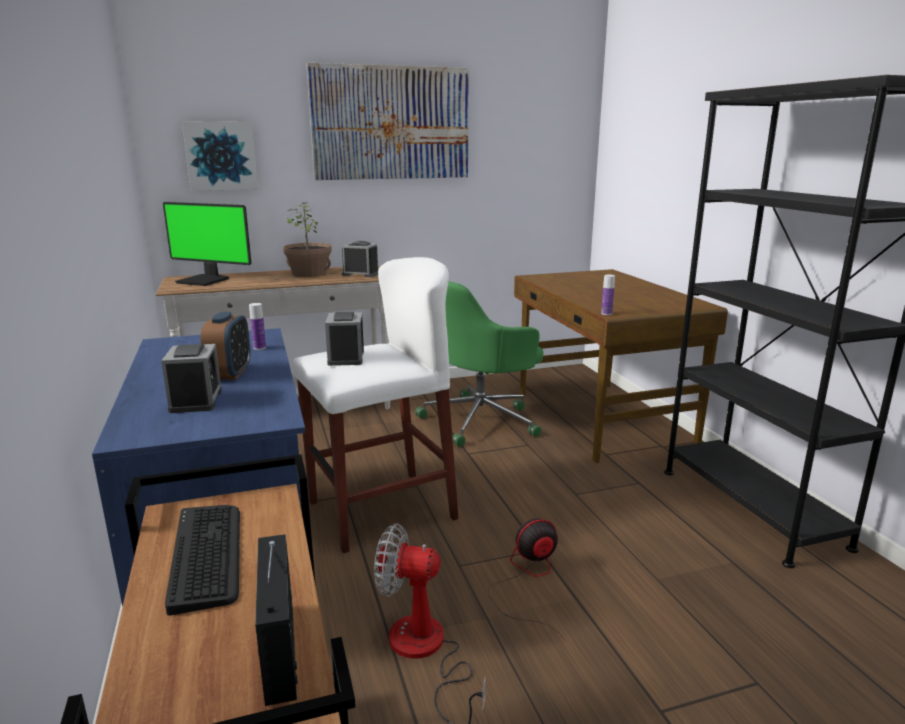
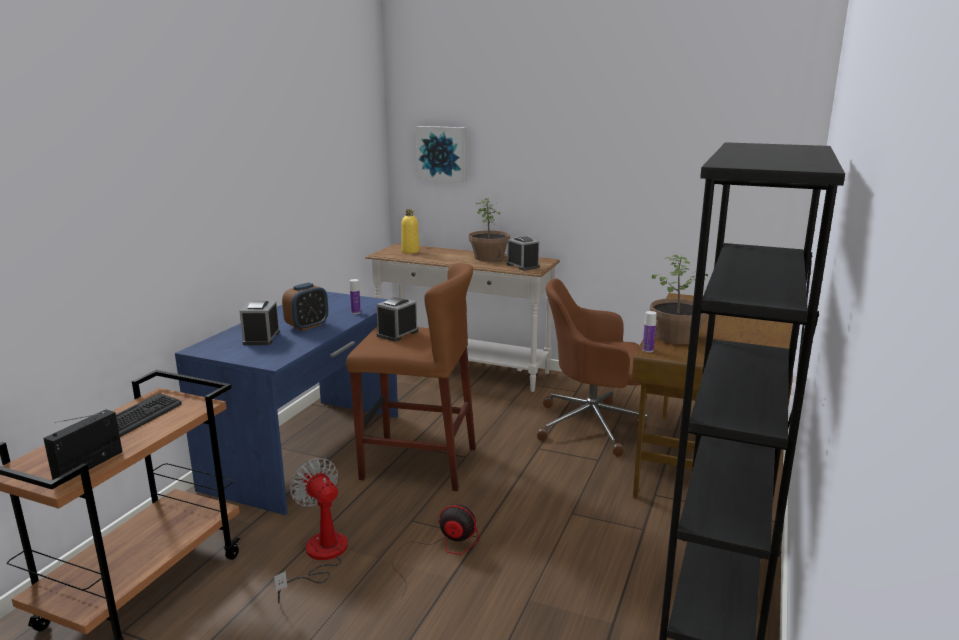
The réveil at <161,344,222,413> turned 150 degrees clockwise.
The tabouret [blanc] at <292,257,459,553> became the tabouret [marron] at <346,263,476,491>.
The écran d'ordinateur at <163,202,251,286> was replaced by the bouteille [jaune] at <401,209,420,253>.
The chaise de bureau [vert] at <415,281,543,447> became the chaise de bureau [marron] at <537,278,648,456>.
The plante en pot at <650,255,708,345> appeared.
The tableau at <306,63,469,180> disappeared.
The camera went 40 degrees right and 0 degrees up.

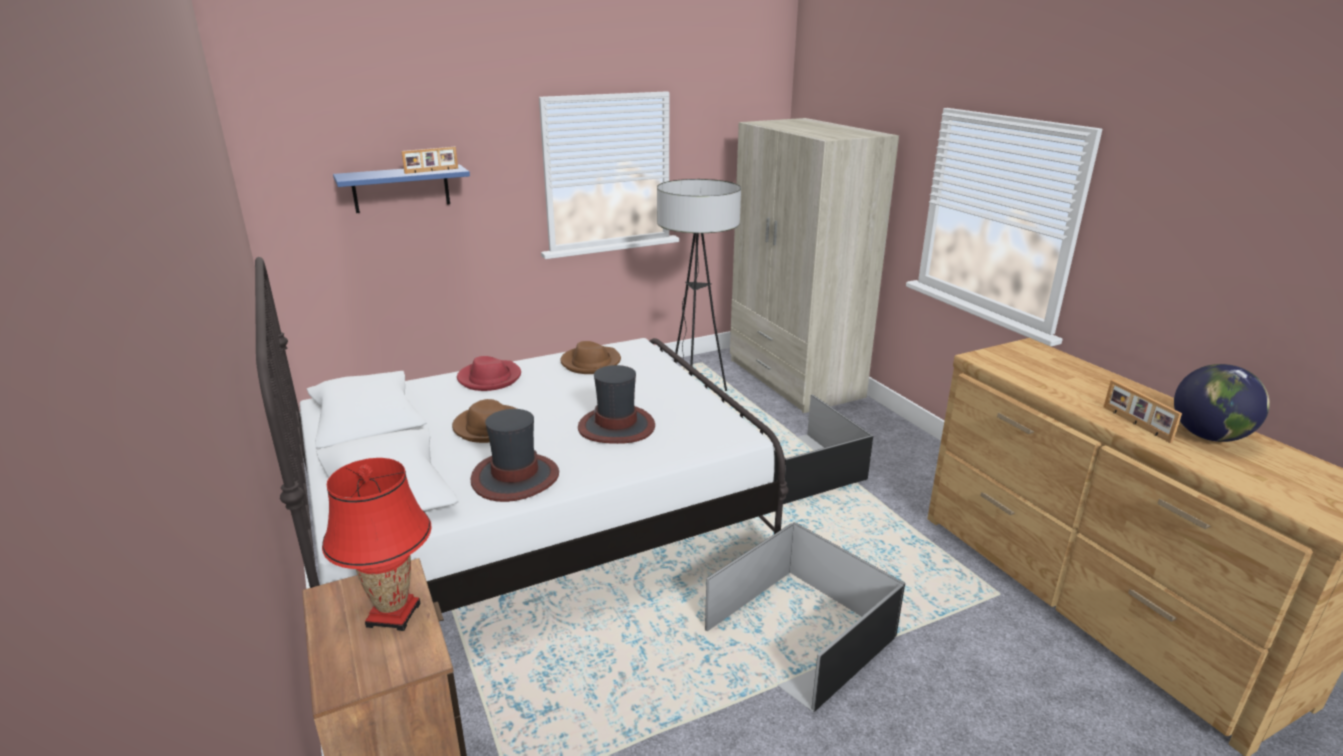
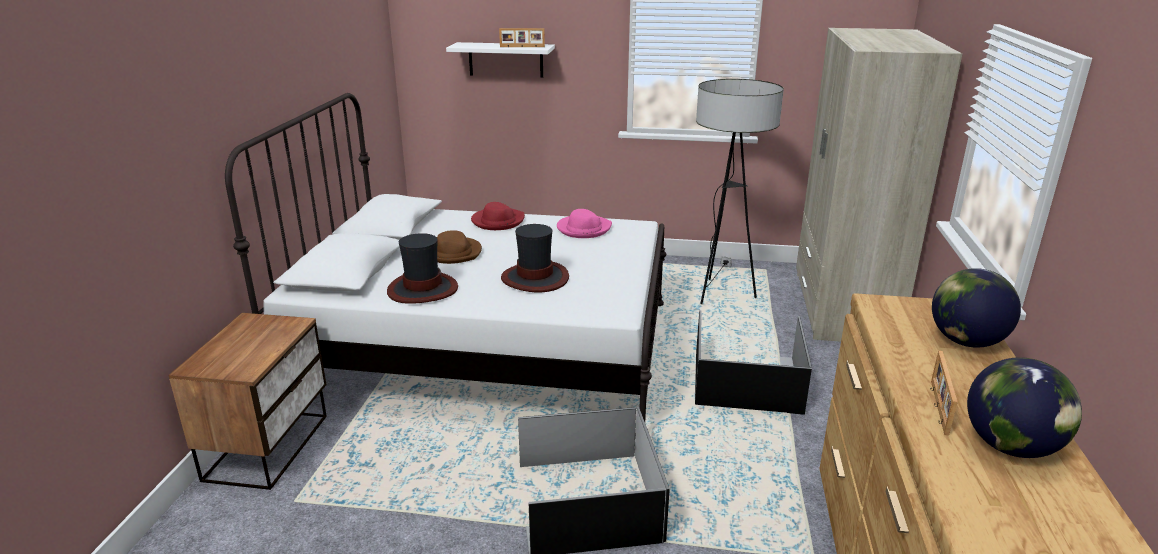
The étagère [bleu] at <333,164,470,213> became the étagère [blanc] at <446,42,555,78>.
The chapeau [marron] at <560,341,621,374> became the chapeau [rose] at <557,209,612,238>.
The globe at <932,268,1021,348> appeared.
The lampe de table [rouge] at <322,458,431,631> disappeared.
The camera went 35 degrees right and 0 degrees up.

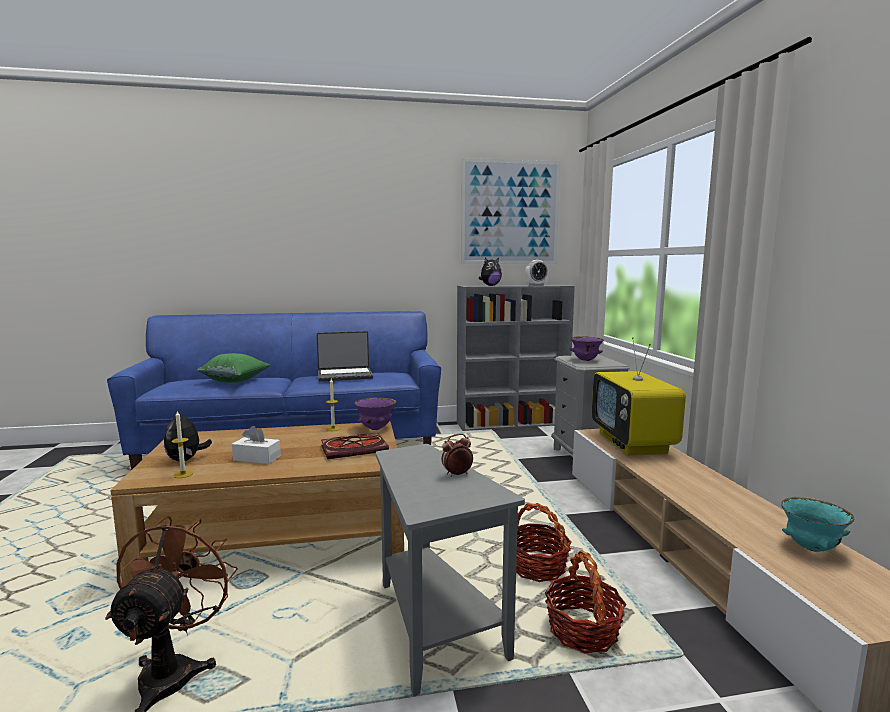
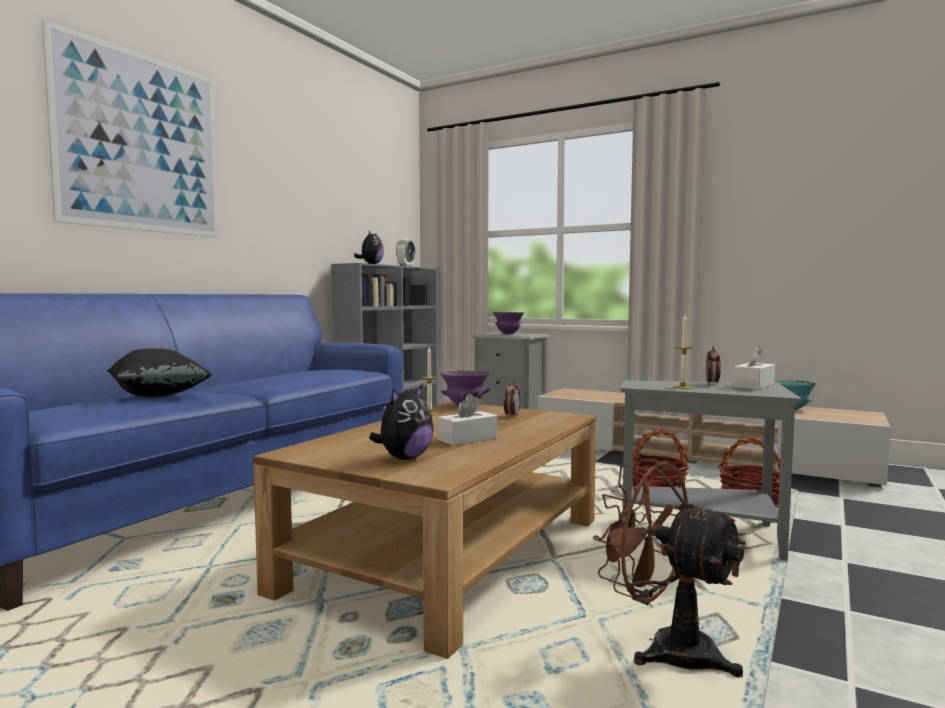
The tableau moved from <461,158,560,264> to <42,19,219,237>.
The coussin [vert] at <197,353,270,383> became the coussin [noir] at <107,348,213,397>.
The peluche at <164,410,212,462> turned 75 degrees counterclockwise.
The livre at <321,433,389,459> was replaced by the réveil at <504,380,521,418>.
The bougie moved from <171,411,193,478> to <673,315,693,389>.
The boîte à mouchoirs [blanc] at <733,345,775,390> appeared.
The ordinateur portable at <316,331,373,382> disappeared.
The téléviseur at <592,337,686,456> disappeared.
The camera went 50 degrees left and 5 degrees down.

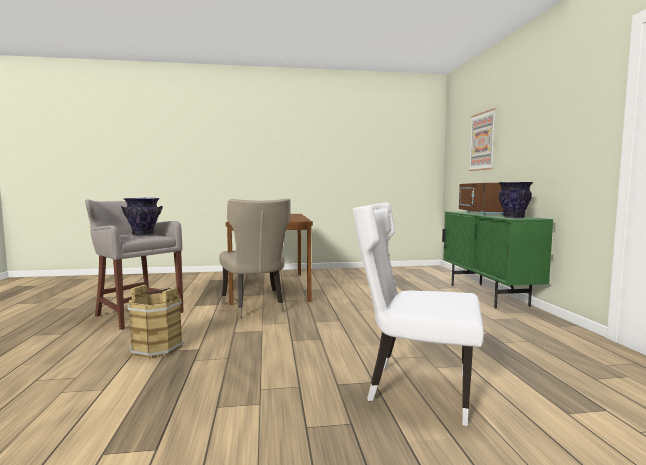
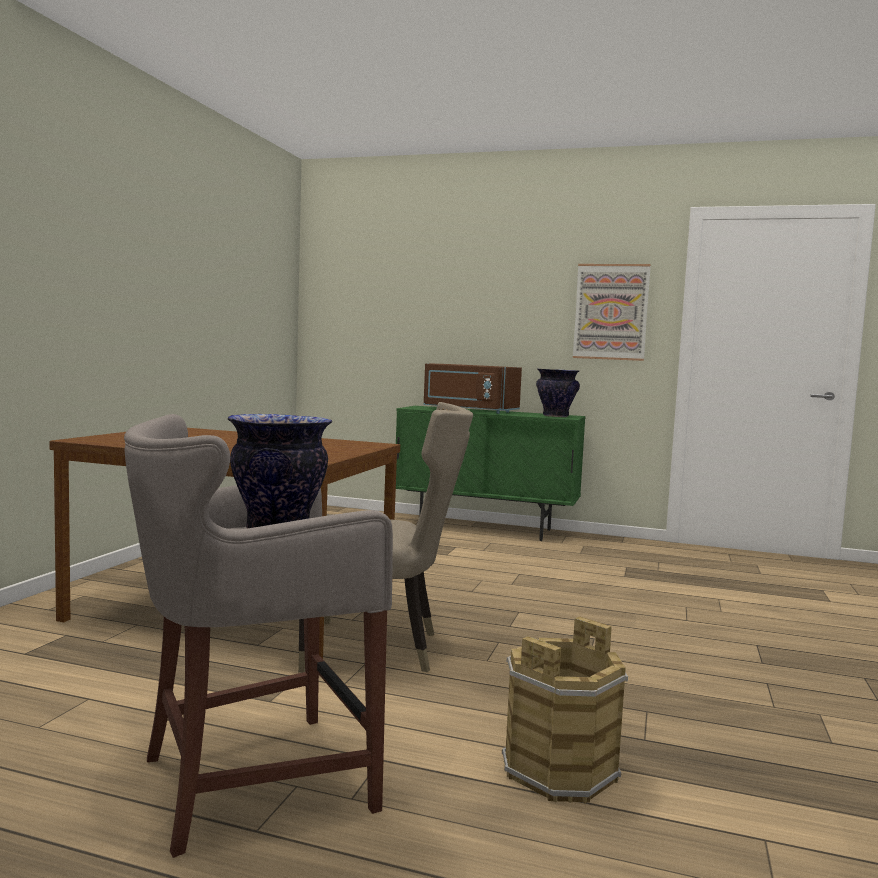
The tableau moved from <469,108,496,171> to <573,264,651,361>.
The chaise [blanc] at <353,203,484,426> disappeared.
The camera went 65 degrees left and 0 degrees up.

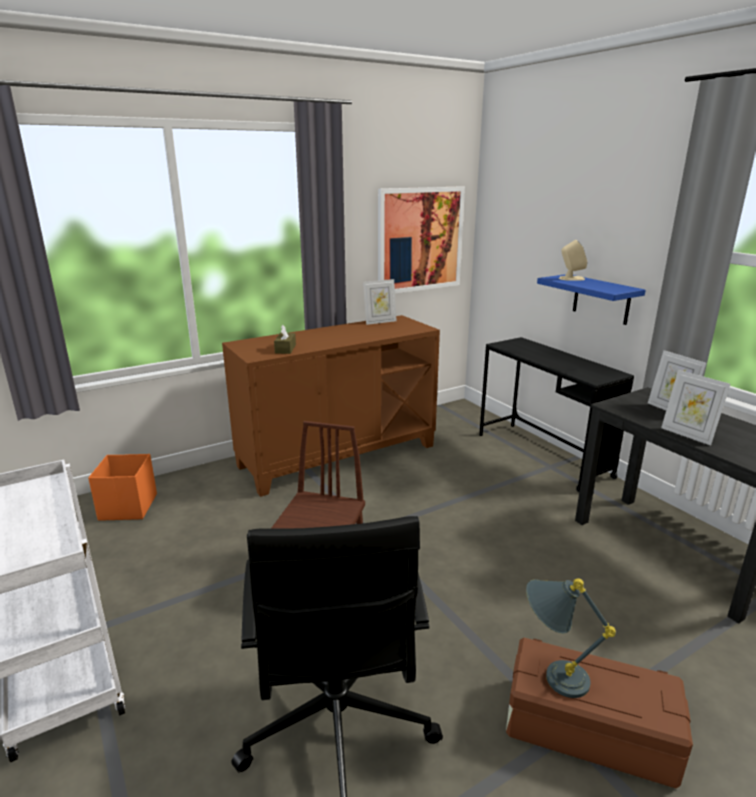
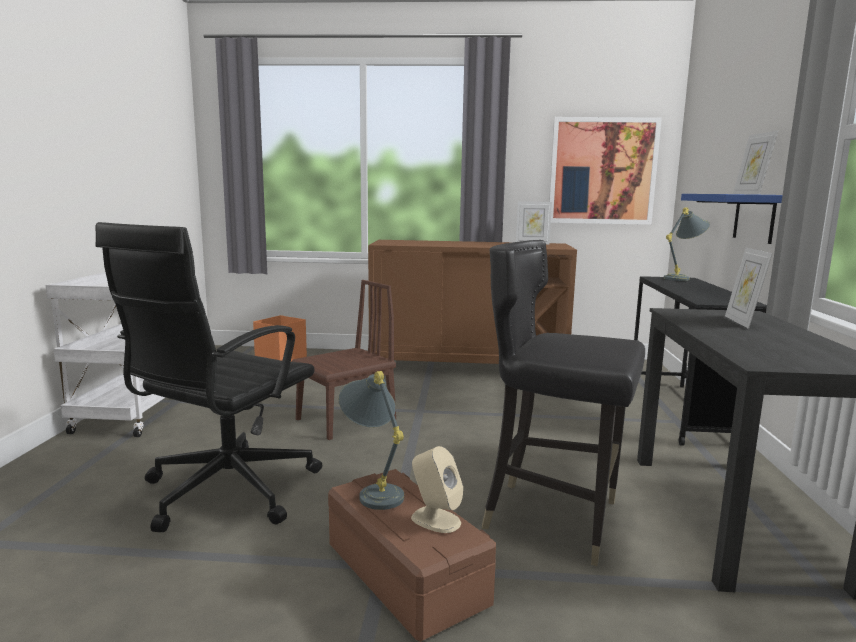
The enceinte [beige] moved from <559,240,587,281> to <411,446,463,533>.
The chaise [noir] at <482,240,645,566> appeared.
The lampe de table [gris] at <664,208,710,281> appeared.
The cadre photo moved from <661,370,730,446> to <733,131,778,194>.
The boîte à mouchoirs [marron] at <274,325,296,354> disappeared.
The camera went 35 degrees right and 10 degrees down.

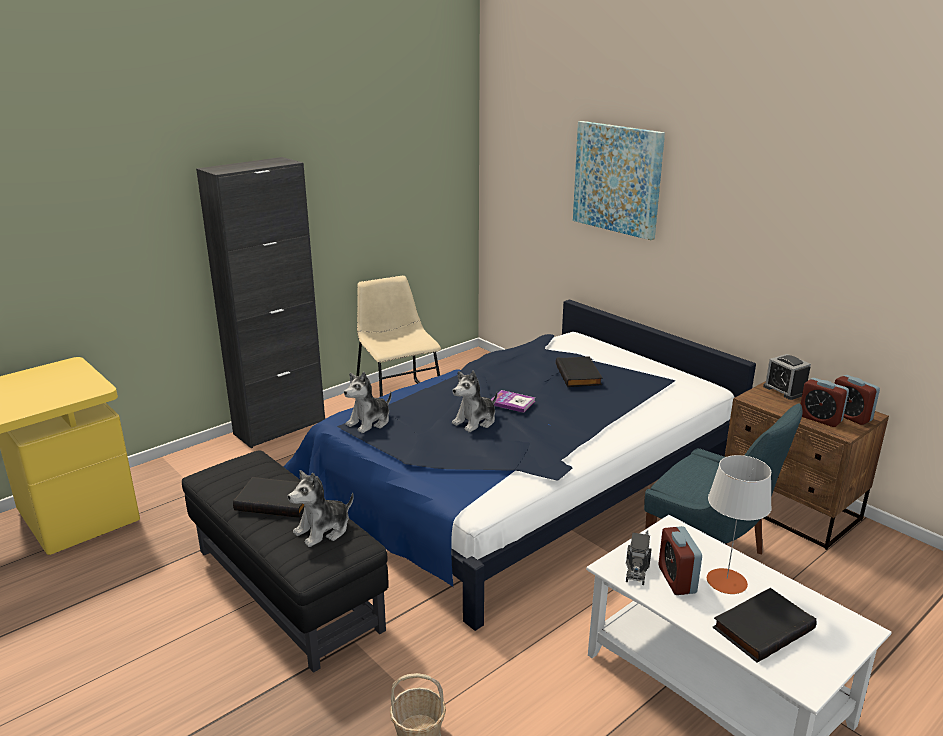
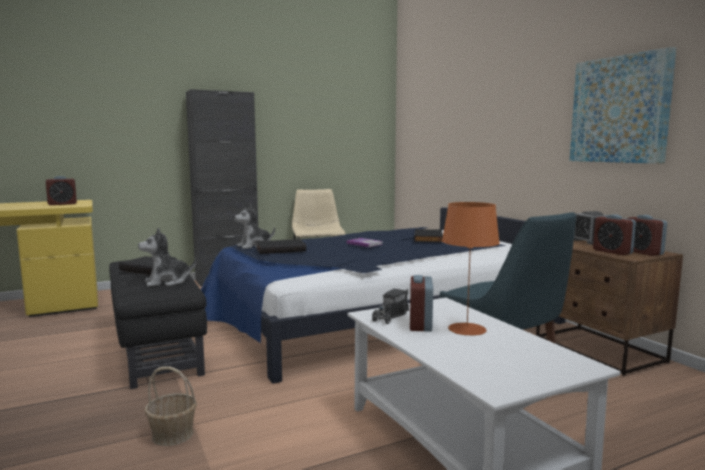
The réveil at <46,176,77,205> appeared.
The livre [noir] moved from <713,588,817,663> to <256,239,306,254>.
The lampe de table [gris] at <707,455,772,594> became the lampe de table [orange] at <442,202,500,336>.
The tableau moved from <573,121,665,240> to <570,47,676,164>.
The peluche at <452,371,498,432> disappeared.
The camera went 15 degrees right and 15 degrees down.

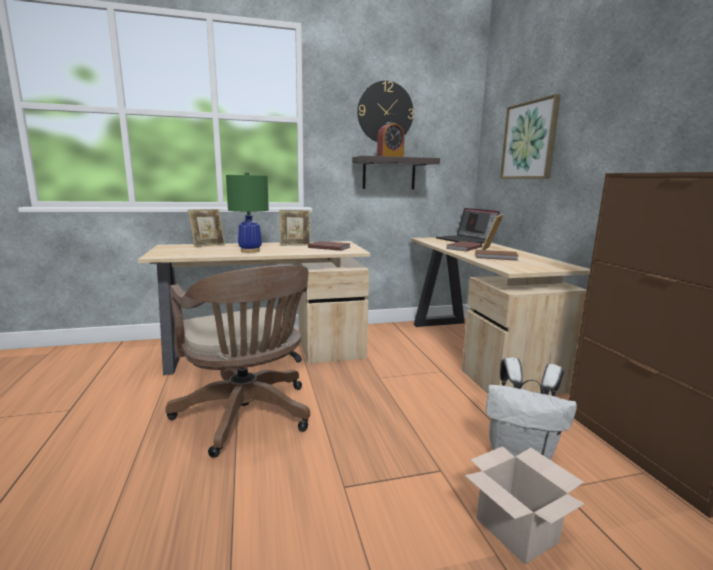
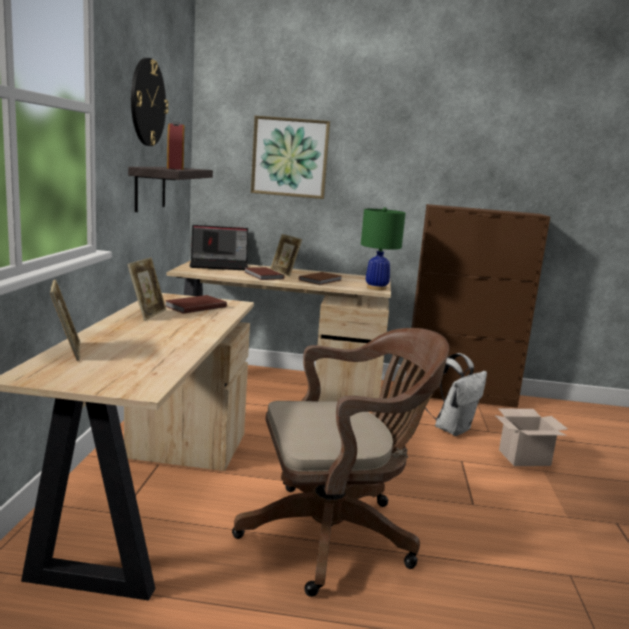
The lampe de table [vert] moved from <226,172,269,253> to <361,207,406,290>.
The camera went 70 degrees left and 0 degrees up.

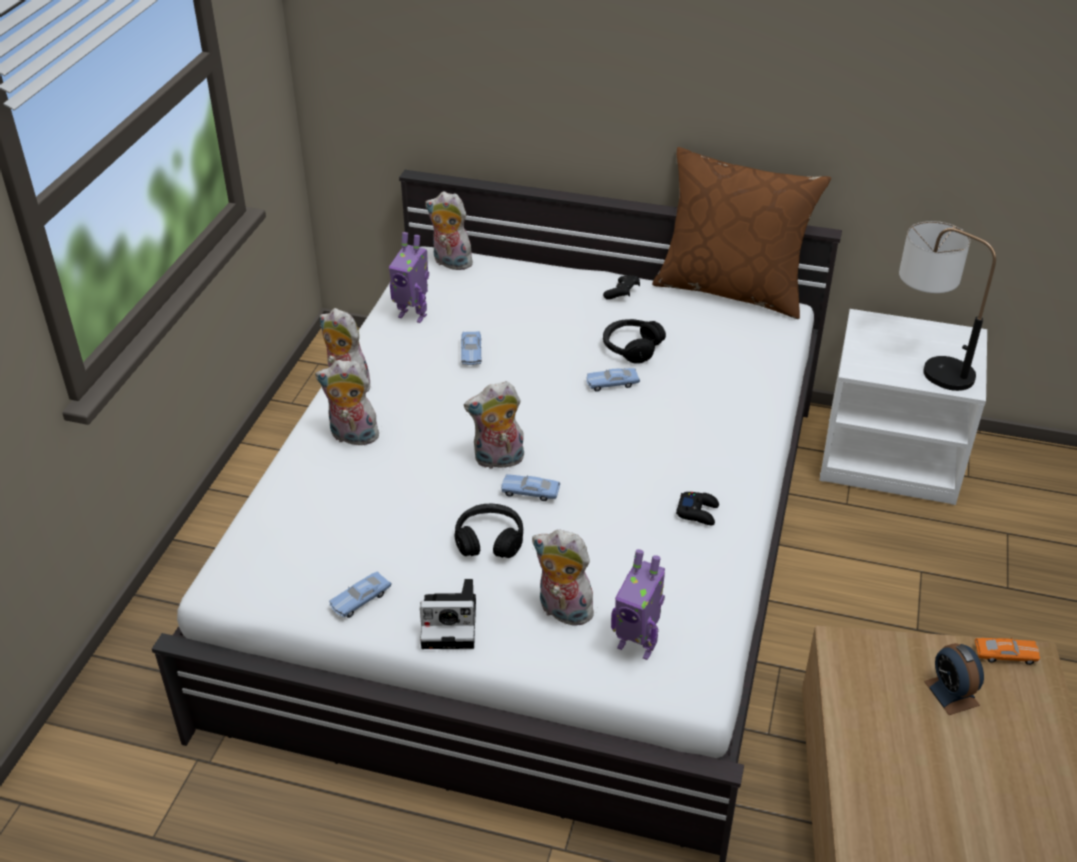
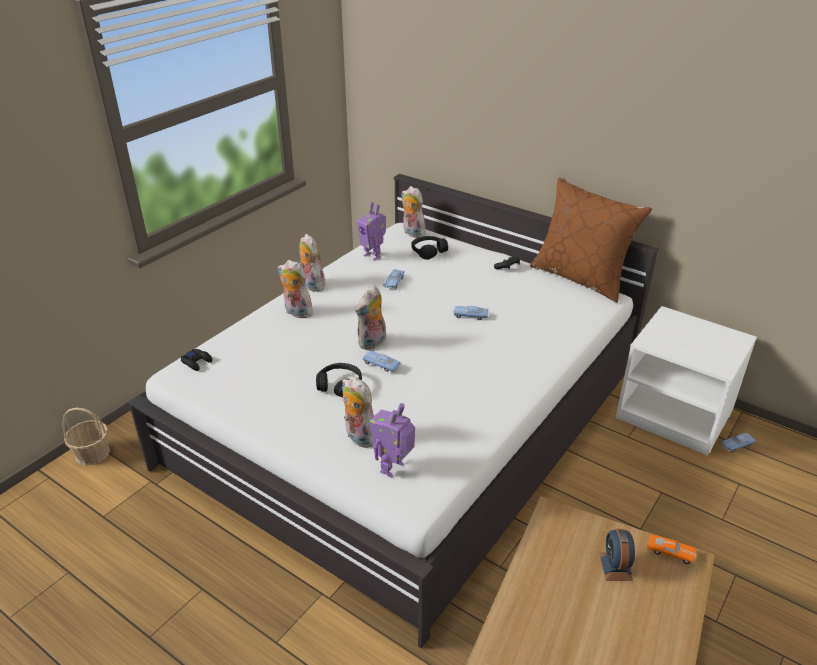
The panier at <62,408,110,465> appeared.
The manette [noir] moved from <676,492,719,525> to <181,349,212,371>.
The peluche at <464,381,524,469> turned 60 degrees counterclockwise.
The robot jouet at <611,549,665,660> turned 75 degrees clockwise.
The casque audio [noir] moved from <603,319,666,364> to <411,236,448,260>.
The petite voiture [bleu] moved from <329,571,392,618> to <721,433,756,453>.
The appareil photo at <420,579,476,649> disappeared.
The lampe de table at <899,221,996,391> disappeared.
The camera went 20 degrees right and 5 degrees down.

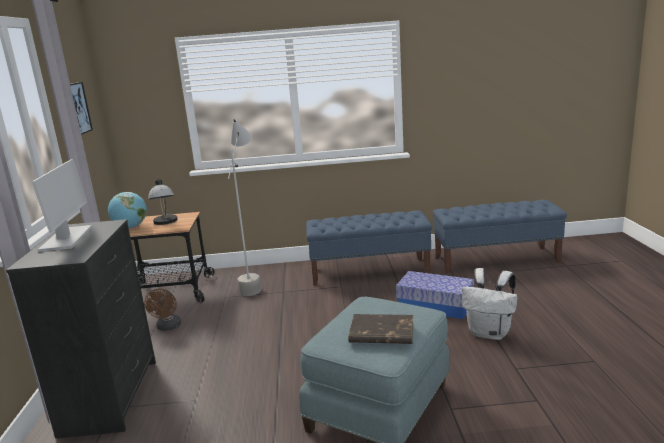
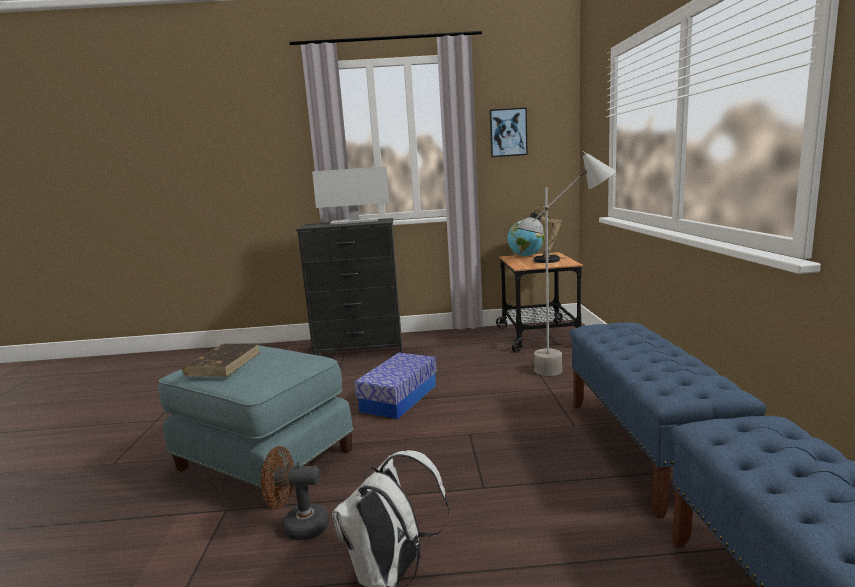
The ventilateur [marron] moved from <144,289,181,331> to <260,446,329,540>.
The boîte de rangement moved from <396,271,474,319> to <354,353,437,419>.
The camera went 90 degrees right and 5 degrees down.

